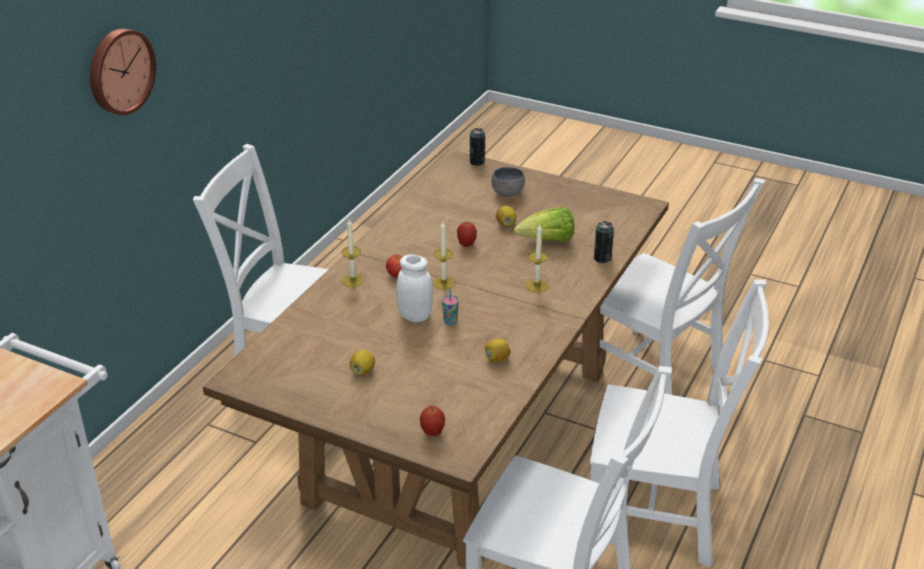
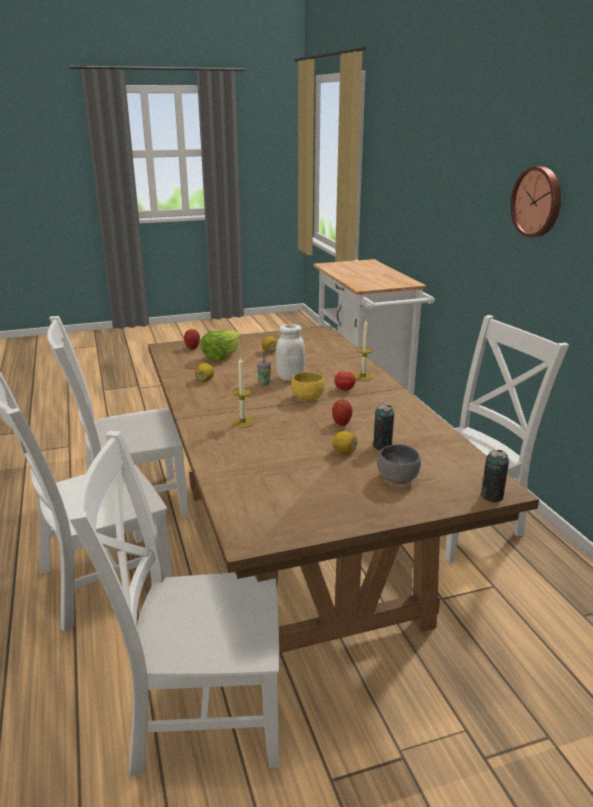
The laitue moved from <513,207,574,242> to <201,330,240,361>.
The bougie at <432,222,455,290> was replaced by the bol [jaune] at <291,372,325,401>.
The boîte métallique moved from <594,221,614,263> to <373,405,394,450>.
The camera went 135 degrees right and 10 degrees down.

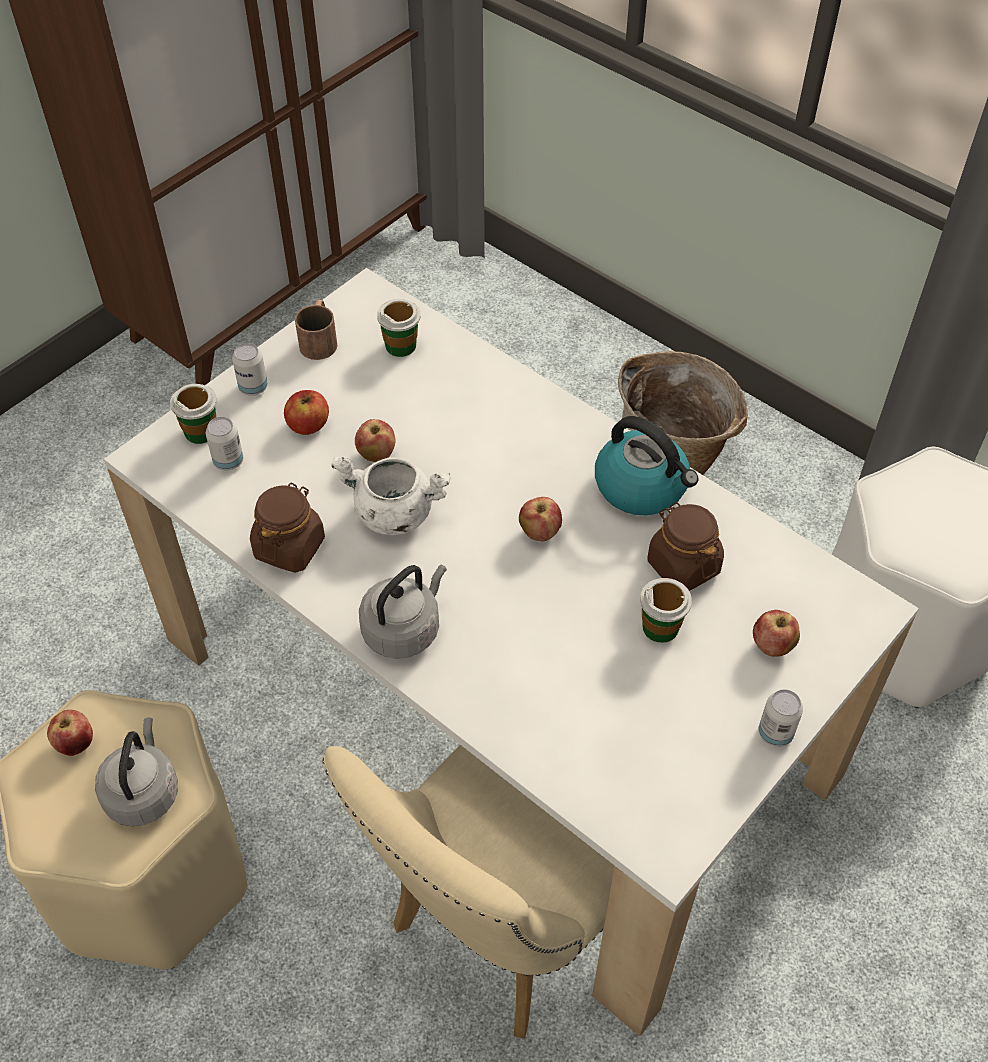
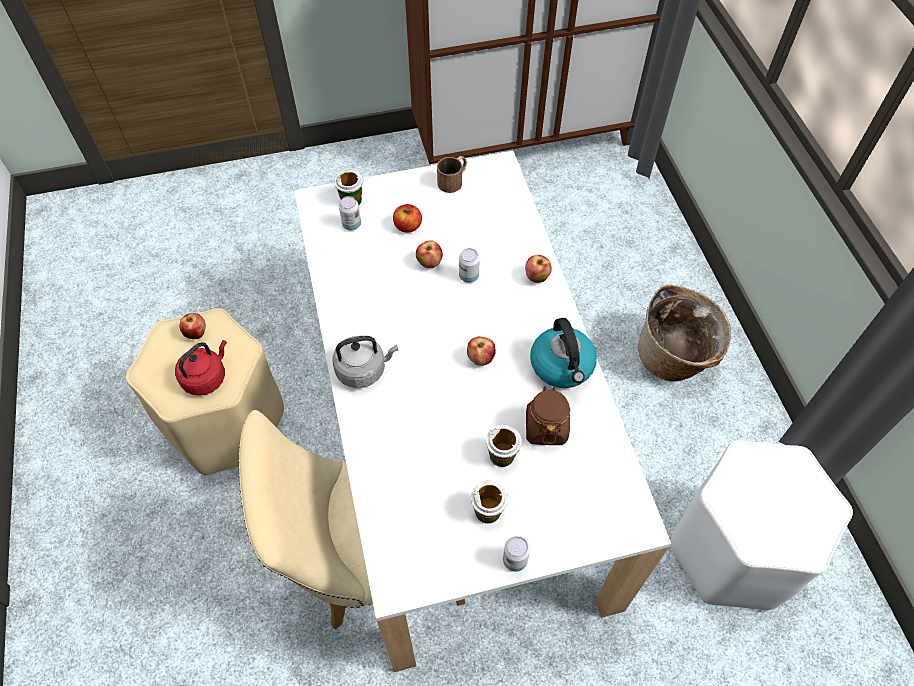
The bouilloire [gris] at <95,717,178,826> became the bouilloire [rouge] at <175,340,227,396>.
The boîte métallique moved from <232,343,268,396> to <459,248,480,283>.
The tasse moved from <377,299,421,357> to <471,481,508,524>.
The pomme moved from <753,610,800,657> to <525,255,552,283>.
The bocal [marron] at <250,482,325,573> disappeared.
The marmite [blanc] at <331,456,450,535> disappeared.
The camera went 35 degrees right and 5 degrees up.

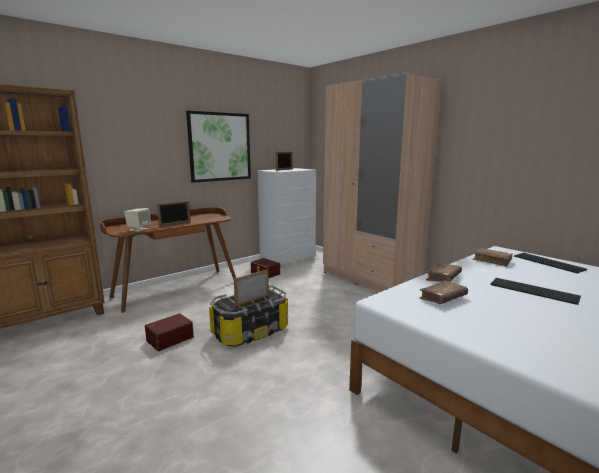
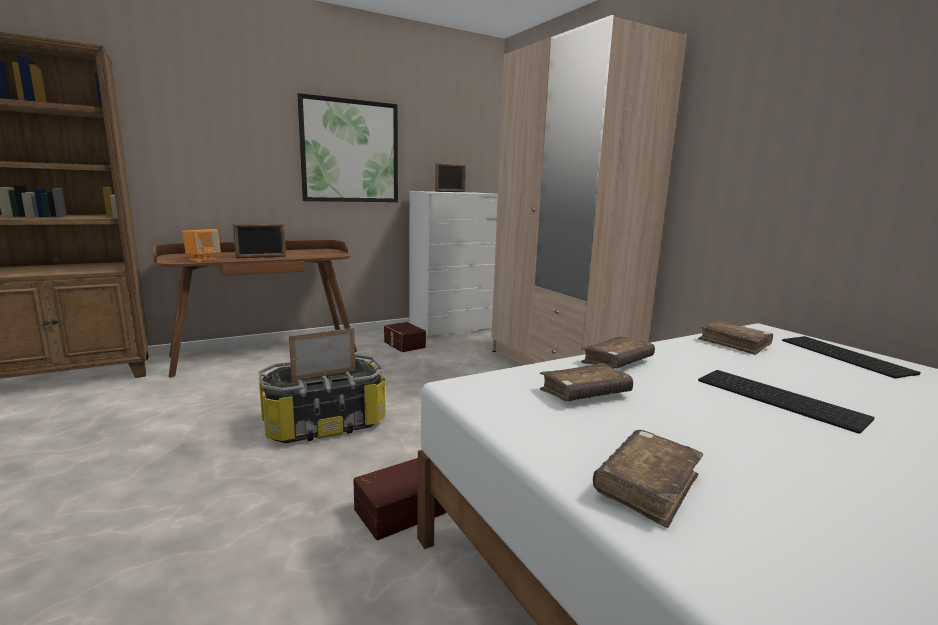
The enceinte [beige] at <124,208,151,232> became the enceinte [orange] at <182,229,221,262>.
The boîte de rangement [marron] moved from <145,313,194,351> to <353,458,446,540>.
The livre [marron] at <593,430,703,528> appeared.
The camera went 10 degrees right and 0 degrees up.

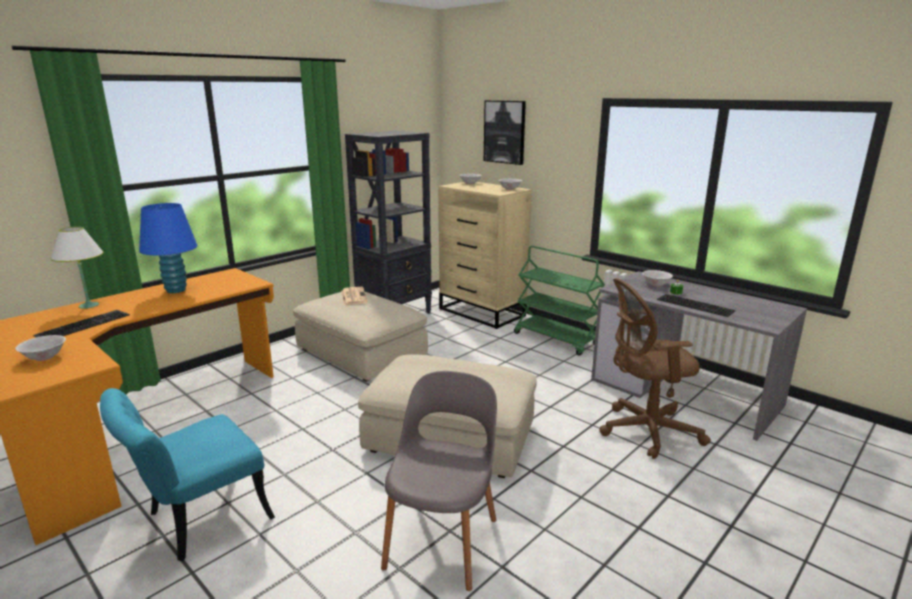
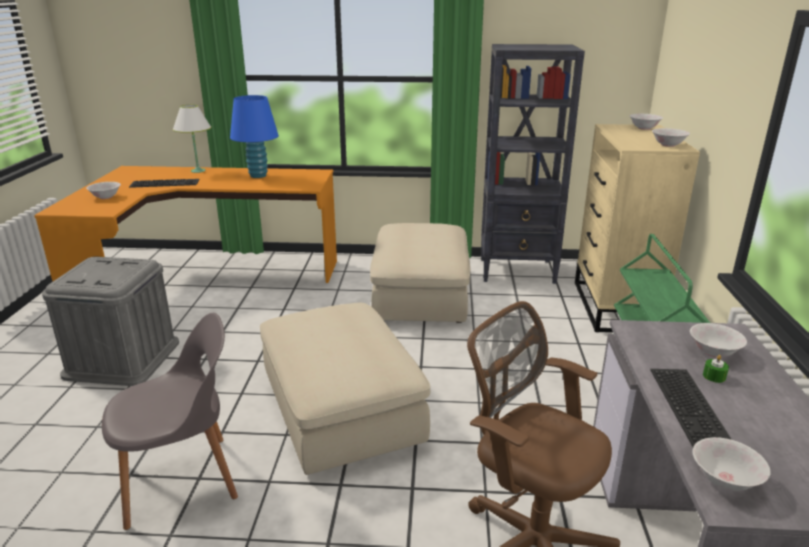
The chaise [turquoise] at <100,388,275,561> was replaced by the boîte de rangement [gris] at <42,257,179,386>.
The bol [blanc] at <693,437,771,491> appeared.
The journal at <341,287,368,305> disappeared.
The tableau at <484,100,526,165> disappeared.
The camera went 50 degrees right and 5 degrees up.

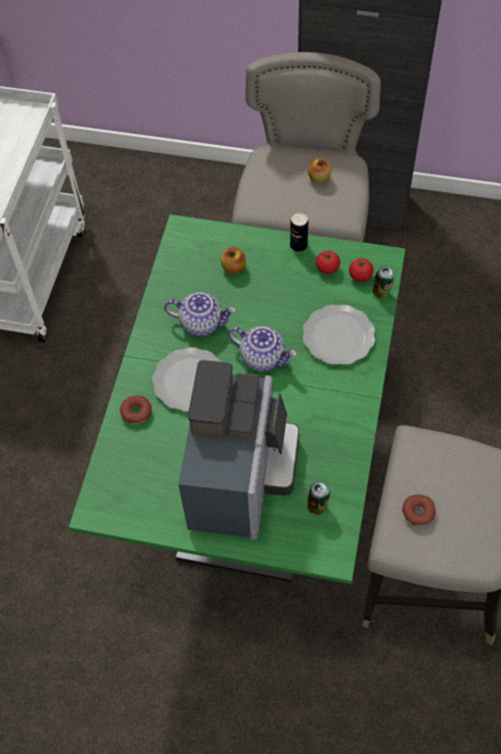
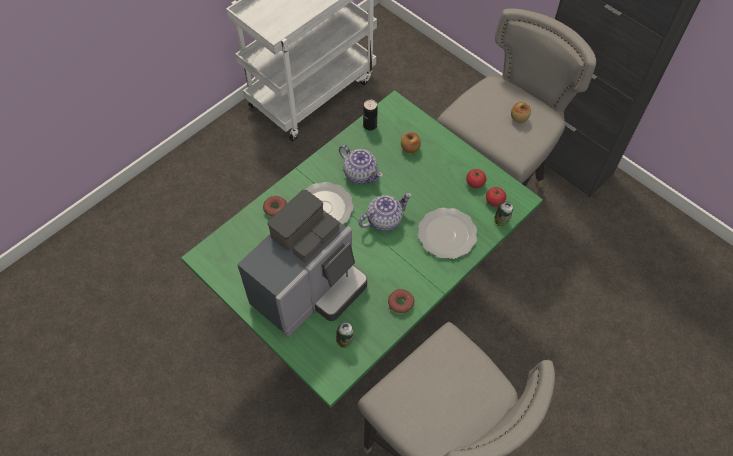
The théière at <229,326,296,371> turned 90 degrees counterclockwise.
The boîte métallique moved from <290,213,308,252> to <363,99,378,131>.
The beignet moved from <402,494,436,526> to <388,289,414,314>.
The camera went 30 degrees right and 0 degrees up.

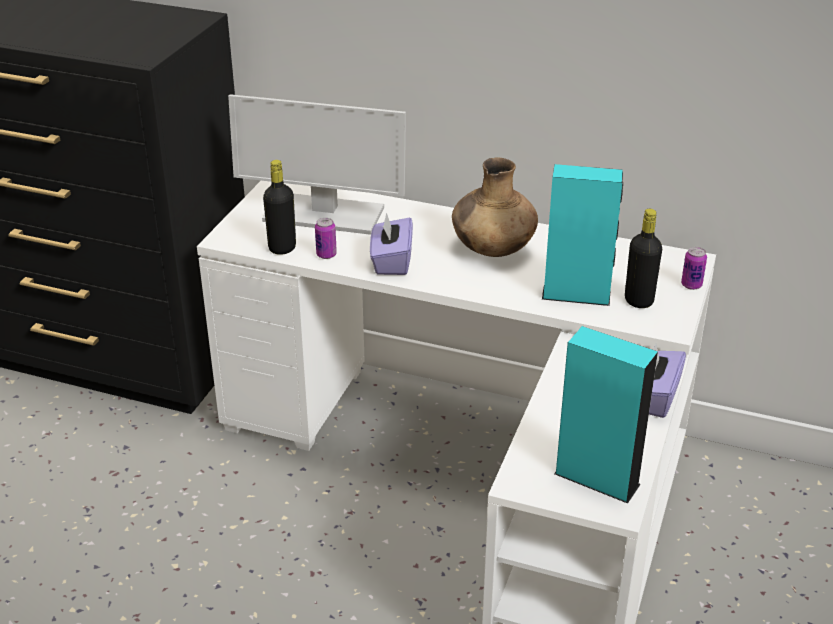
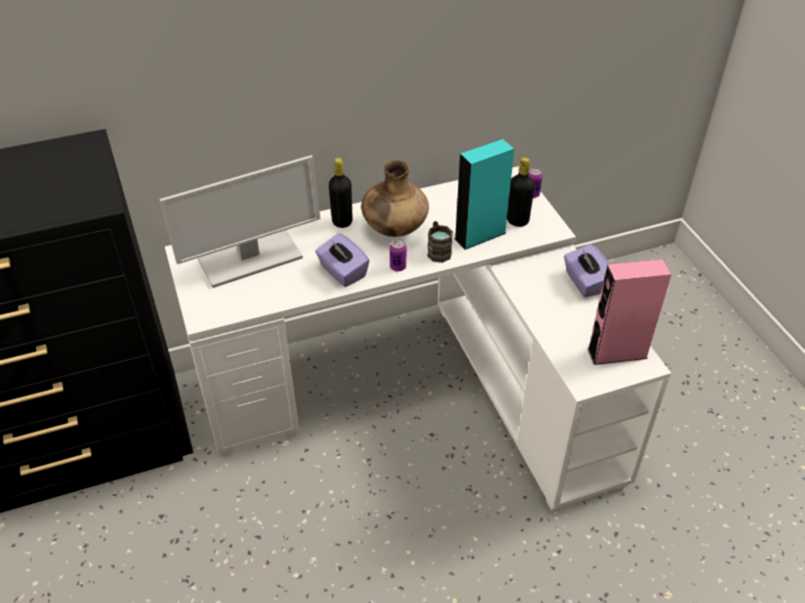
The bouteille [noir] moved from <263,160,296,255> to <329,158,353,228>.
The boîte métallique moved from <315,218,337,259> to <390,239,406,271>.
The mug [marron] at <427,221,453,263> appeared.
The enceinte [turquoise] at <554,326,658,503> became the enceinte [rose] at <587,259,672,365>.
The camera went 40 degrees left and 10 degrees up.

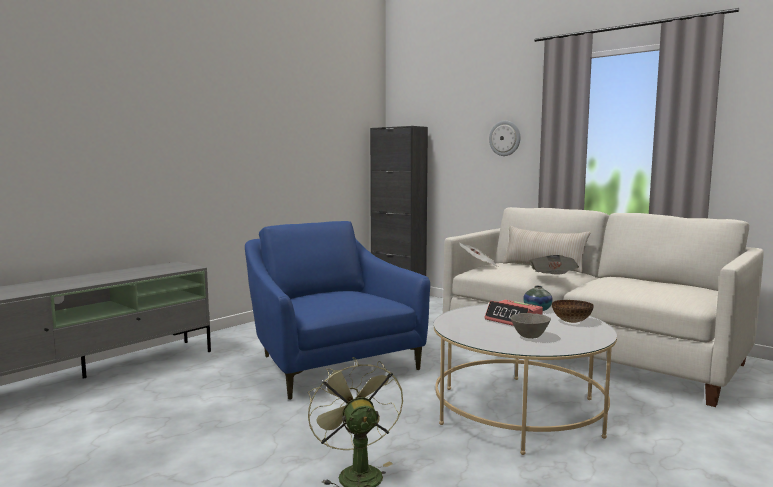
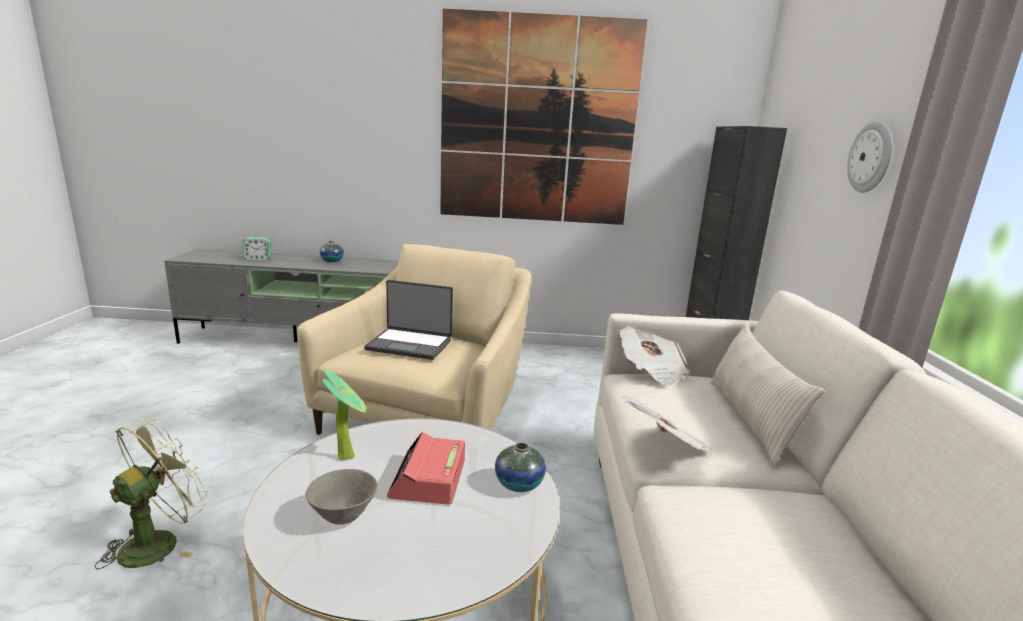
The réveil at <243,237,271,261> appeared.
The fauteuil [bleu] at <245,221,430,400> became the fauteuil [beige] at <297,244,531,435>.
The vase at <320,241,344,262> appeared.
The plante en pot at <323,371,367,460> appeared.
The ordinateur portable at <364,280,453,360> appeared.
The tableau at <440,9,647,225> appeared.
The bol at <552,300,594,323> disappeared.
The camera went 50 degrees right and 10 degrees up.

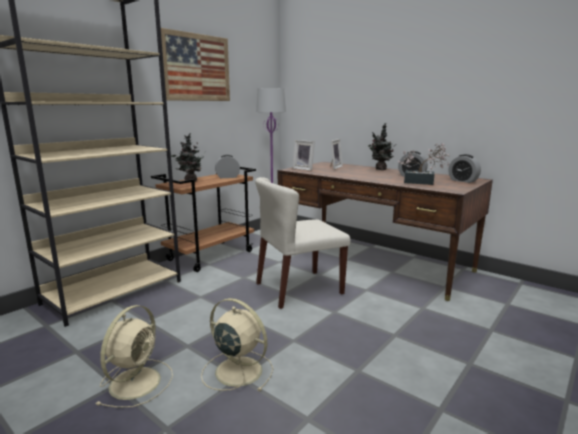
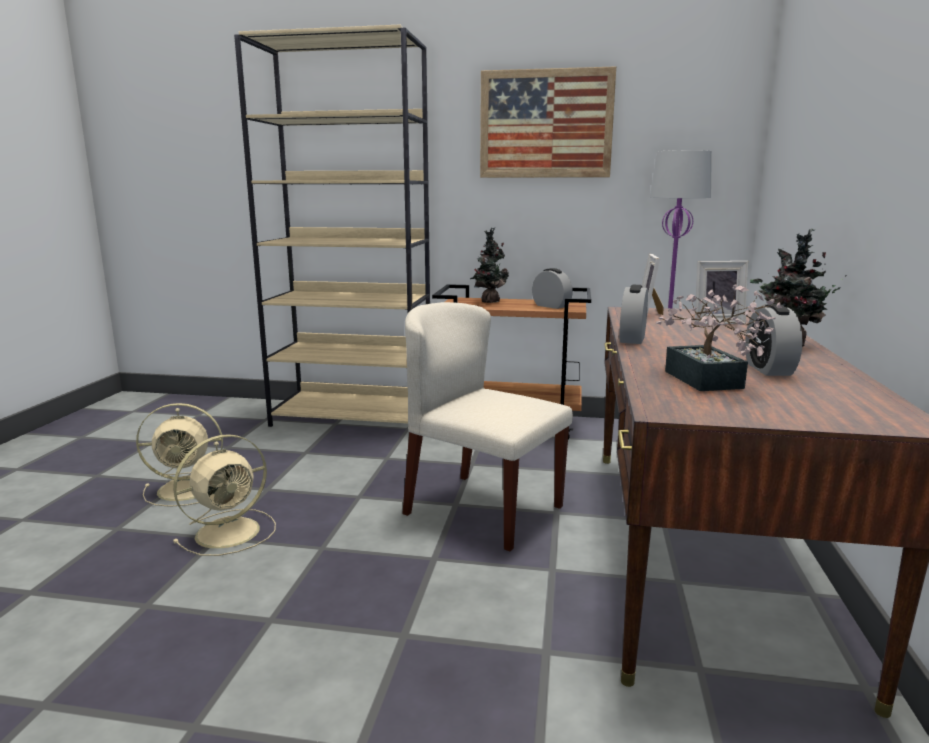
The ventilateur [beige] at <201,298,273,391> turned 45 degrees clockwise.
The réveil moved from <448,154,481,183> to <620,285,648,344>.
The camera went 60 degrees right and 0 degrees up.

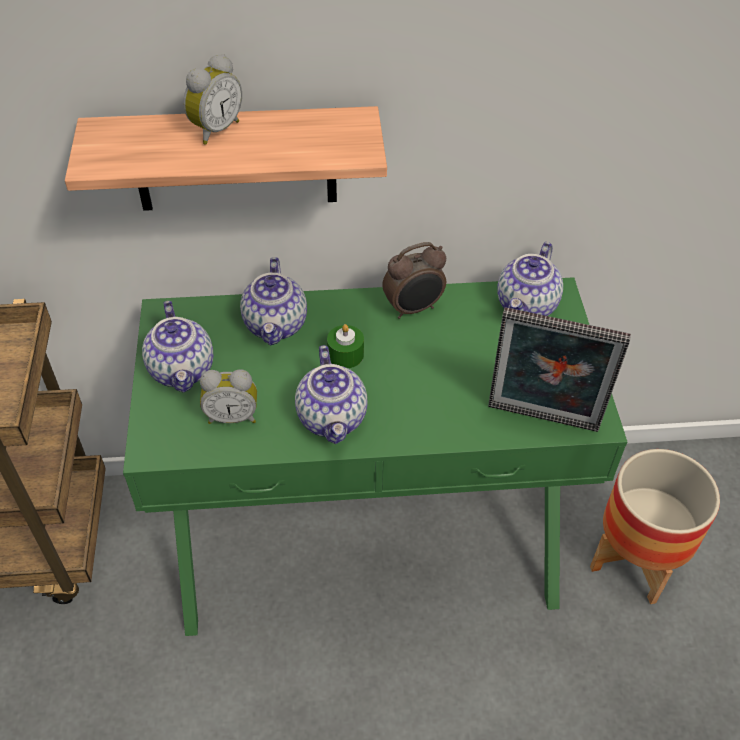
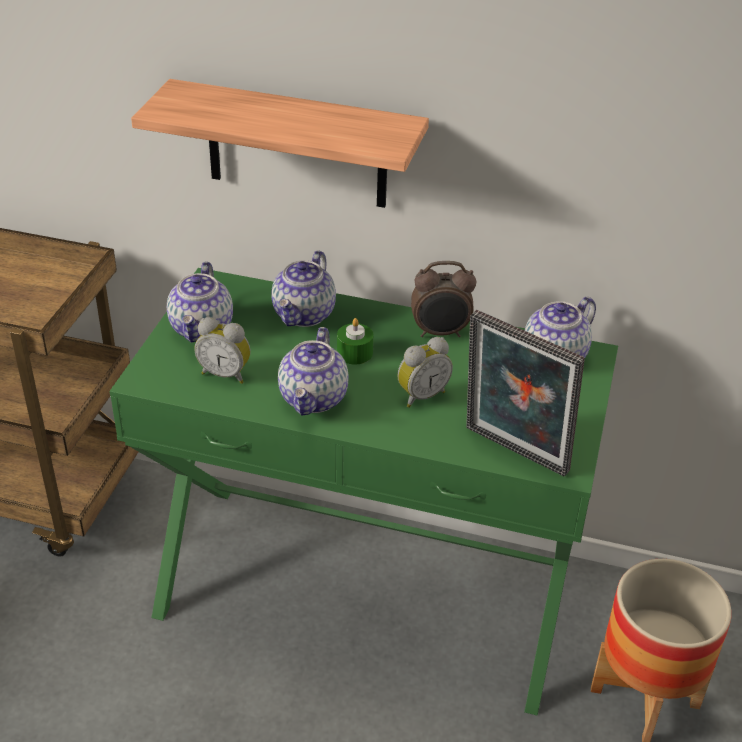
The réveil moved from <183,54,242,145> to <398,337,453,408>.
The camera went 20 degrees right and 10 degrees down.

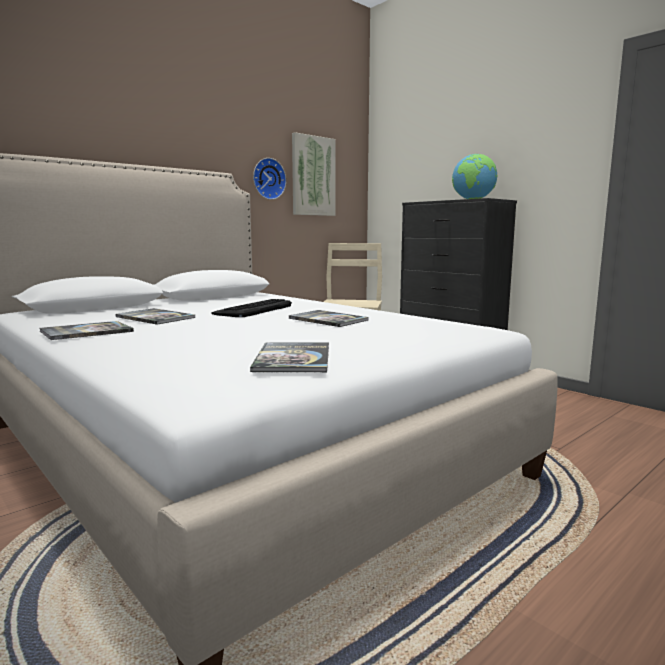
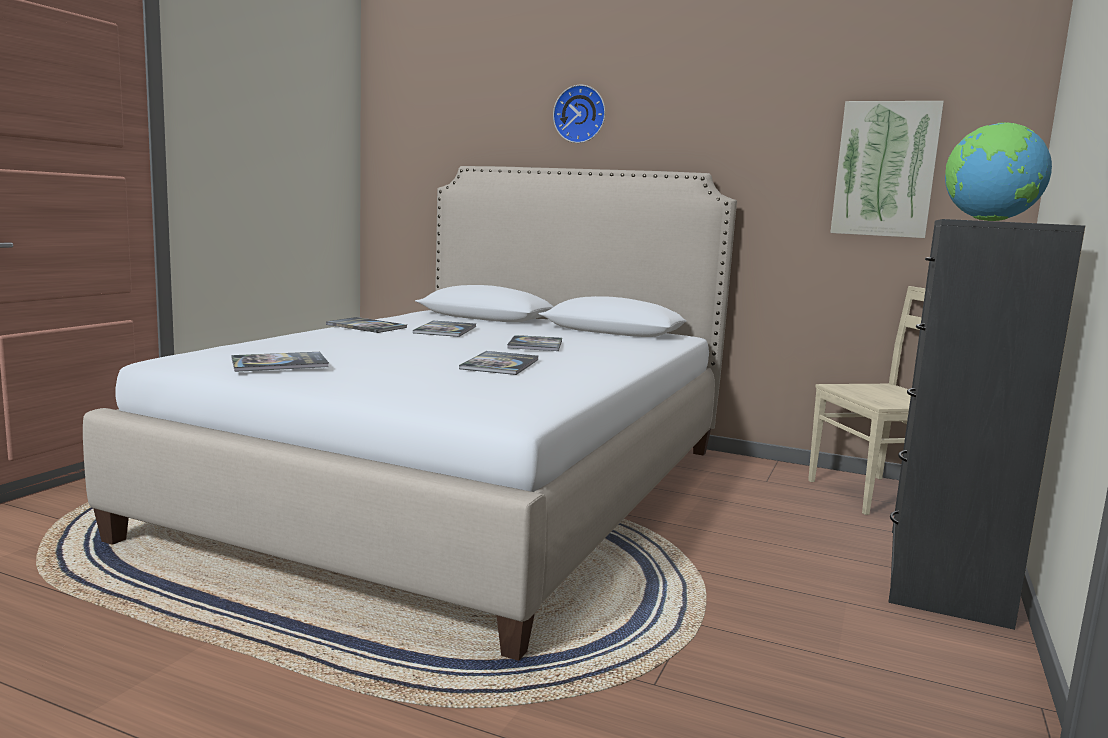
The clavier at <211,299,292,317> was replaced by the livre at <507,335,562,351>.
The horloge murale moved from <253,158,286,200> to <553,85,605,143>.
The camera went 65 degrees right and 0 degrees up.

